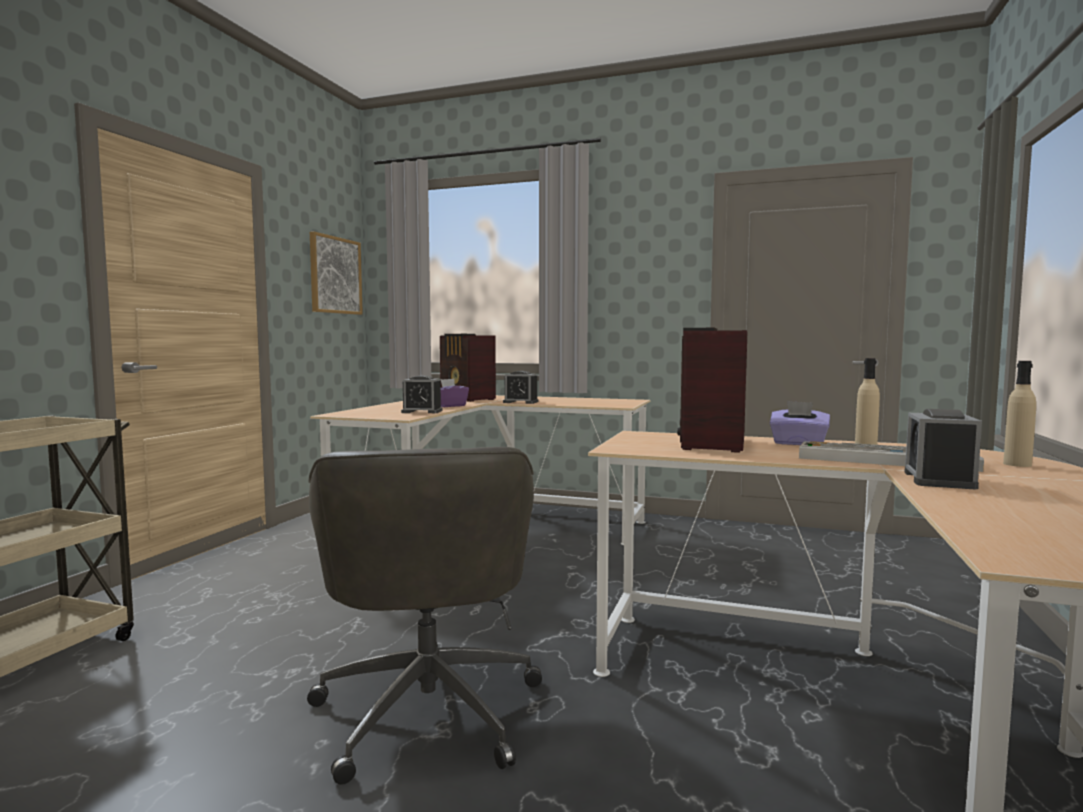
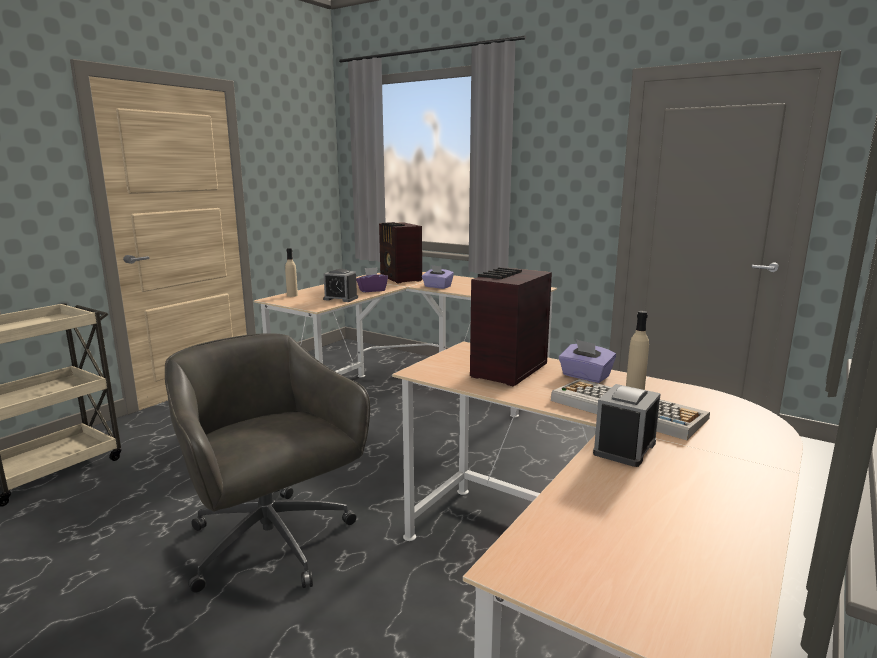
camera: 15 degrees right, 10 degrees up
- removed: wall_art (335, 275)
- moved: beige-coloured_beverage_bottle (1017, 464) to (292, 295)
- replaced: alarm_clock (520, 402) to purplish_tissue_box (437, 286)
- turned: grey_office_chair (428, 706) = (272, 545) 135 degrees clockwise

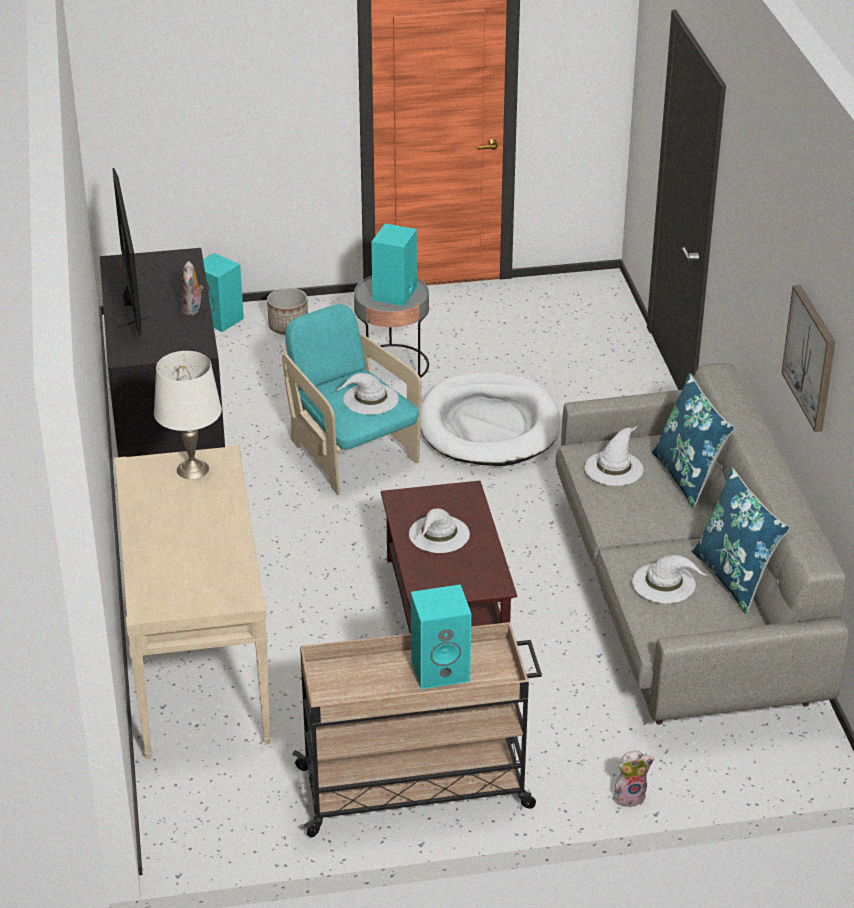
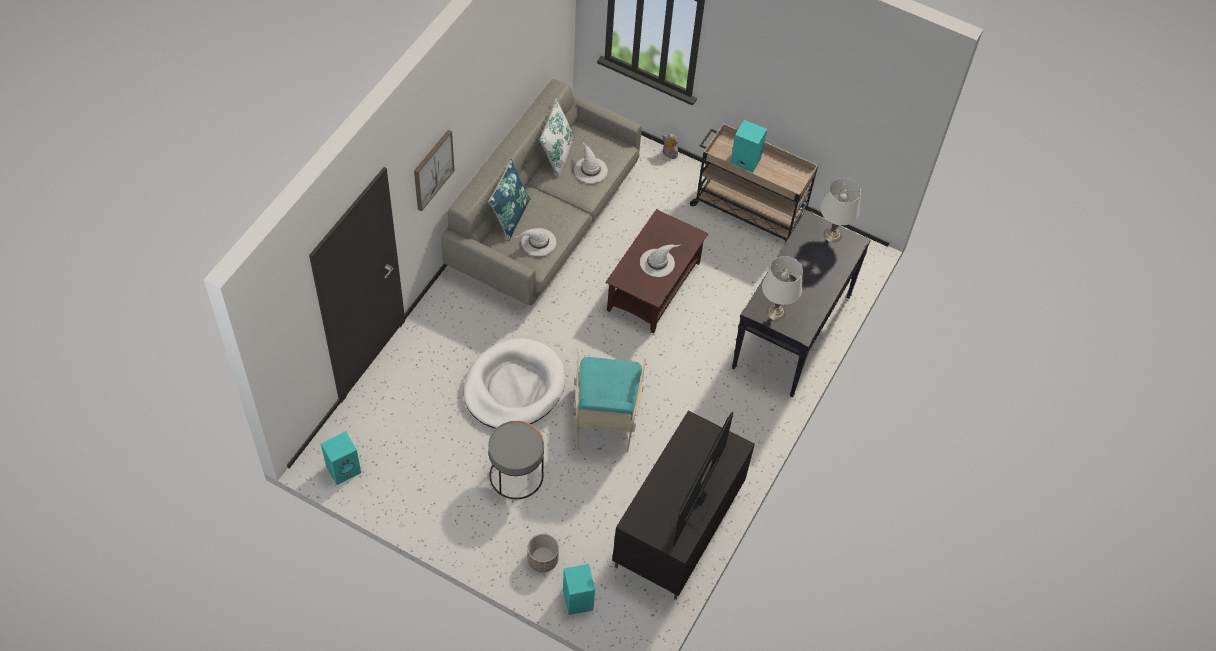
camera: 145 degrees left, 20 degrees up
- removed: plush_toy (193, 309)
- removed: whitish_clothing_hat (370, 399)
- added: whitish_tabletop_lamp (832, 235)
- moved: blue-green_audio_speaker (395, 294) to (344, 469)
- moved: wall_art (811, 357) to (432, 169)
- recoloured: beige-coloured_narrow_table (197, 663) to black_narrow_table (792, 332)
- recoloured: bluish_pillow (734, 577) to whitish_pillow (556, 155)

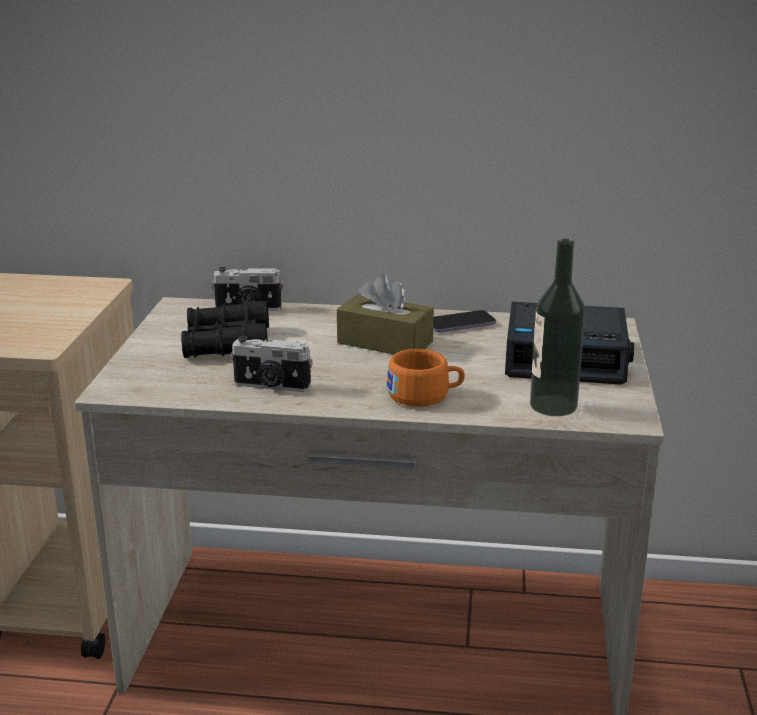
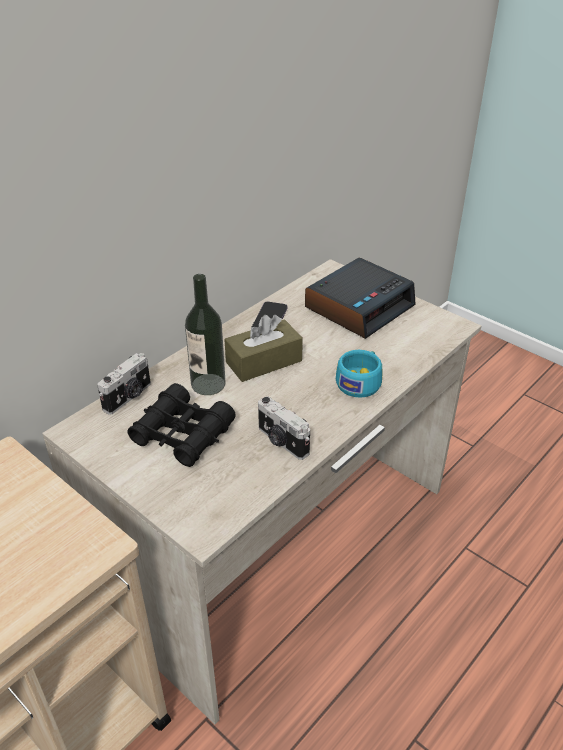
camera: 55 degrees left, 15 degrees up
- moved: beverage_bottle (553, 405) to (208, 384)
- recoloured: orangey_drinking_cup (425, 396) to blue-green_drinking_cup (360, 382)
- turned: photo_camera (271, 386) = (281, 442) 90 degrees clockwise

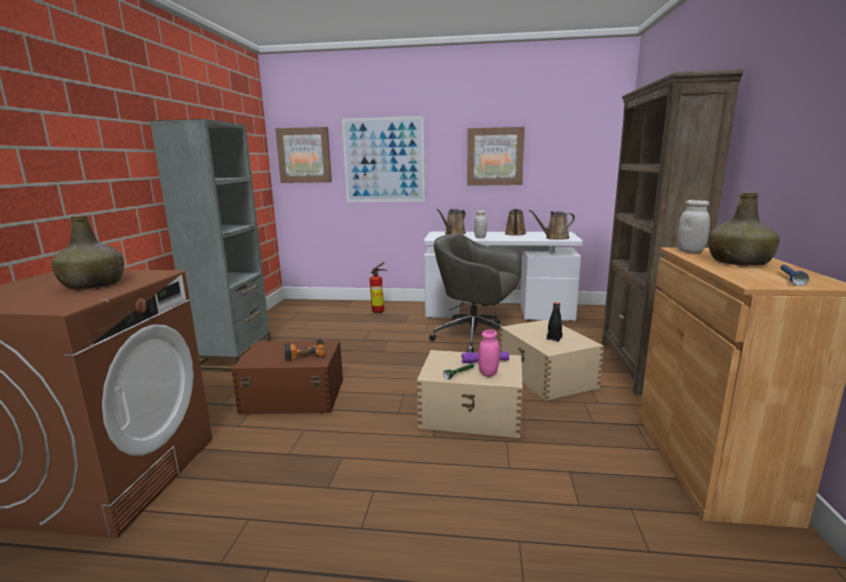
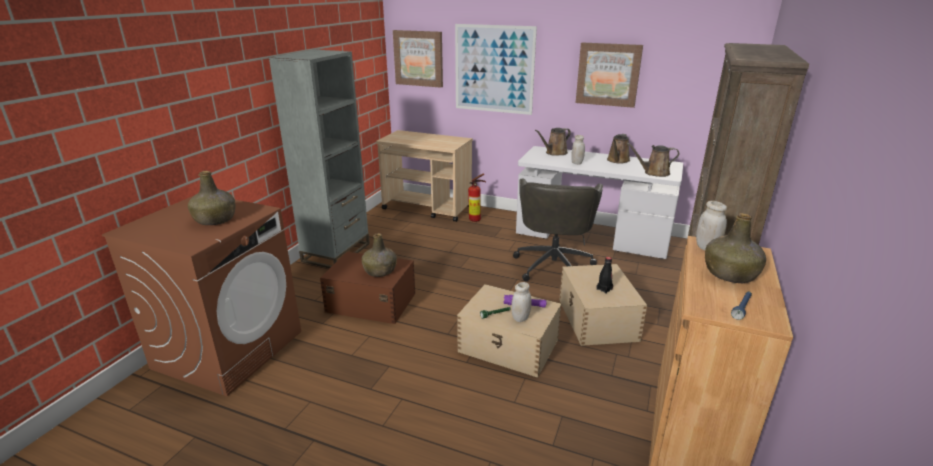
camera: 15 degrees right, 10 degrees up
- added: beige-coloured_cart (428, 208)
- replaced: drill (305, 353) to greenish_beverage_bottle (380, 271)
- recoloured: pinkish_jar (488, 373) to whitish_jar (520, 318)
- turned: grey_office_chair (476, 337) = (553, 265) 120 degrees counterclockwise

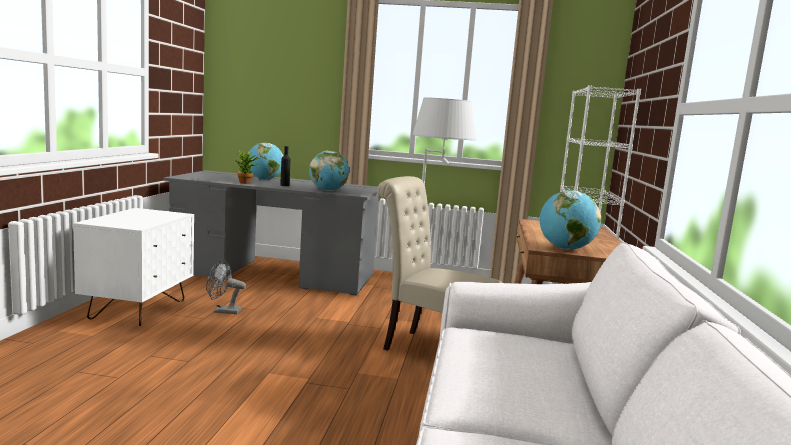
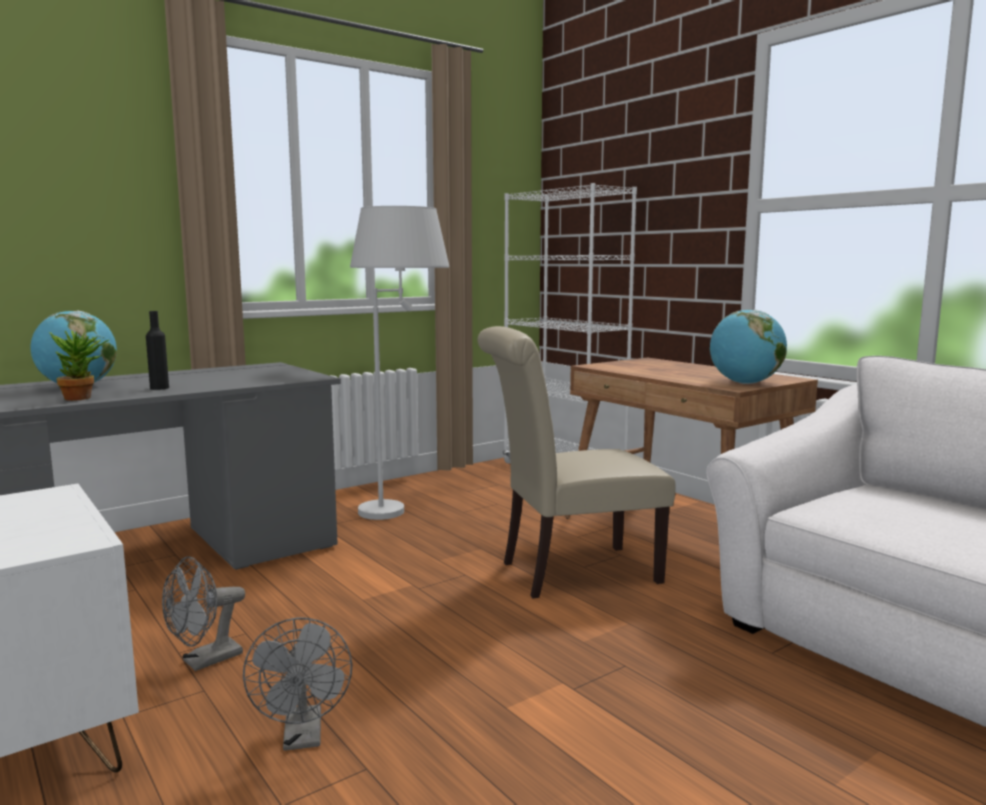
camera: 45 degrees left, 0 degrees up
- removed: globe (328, 190)
- added: grey_electric_fan (303, 738)

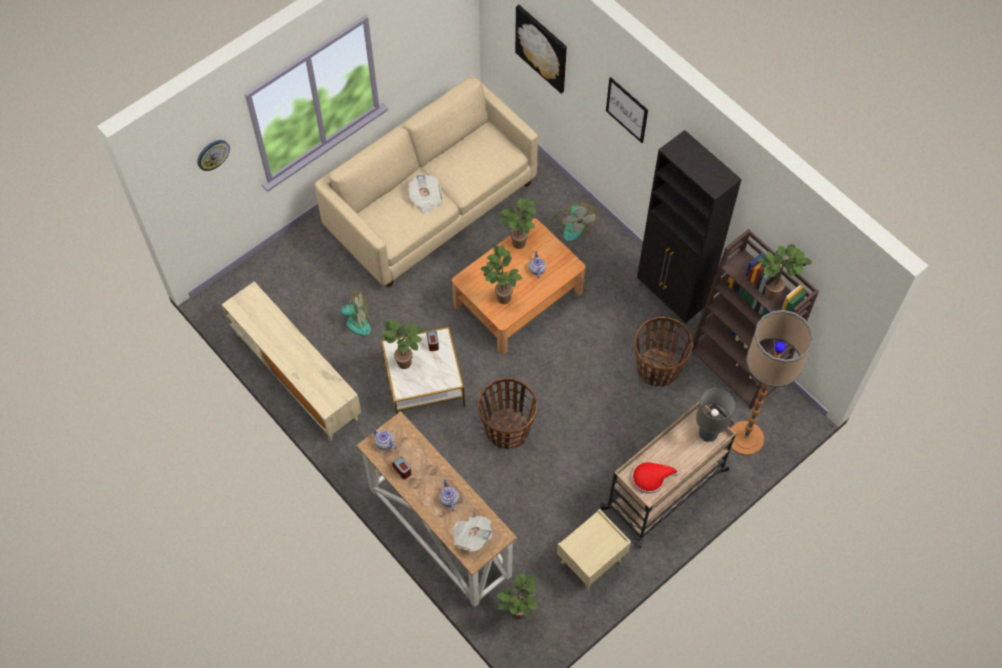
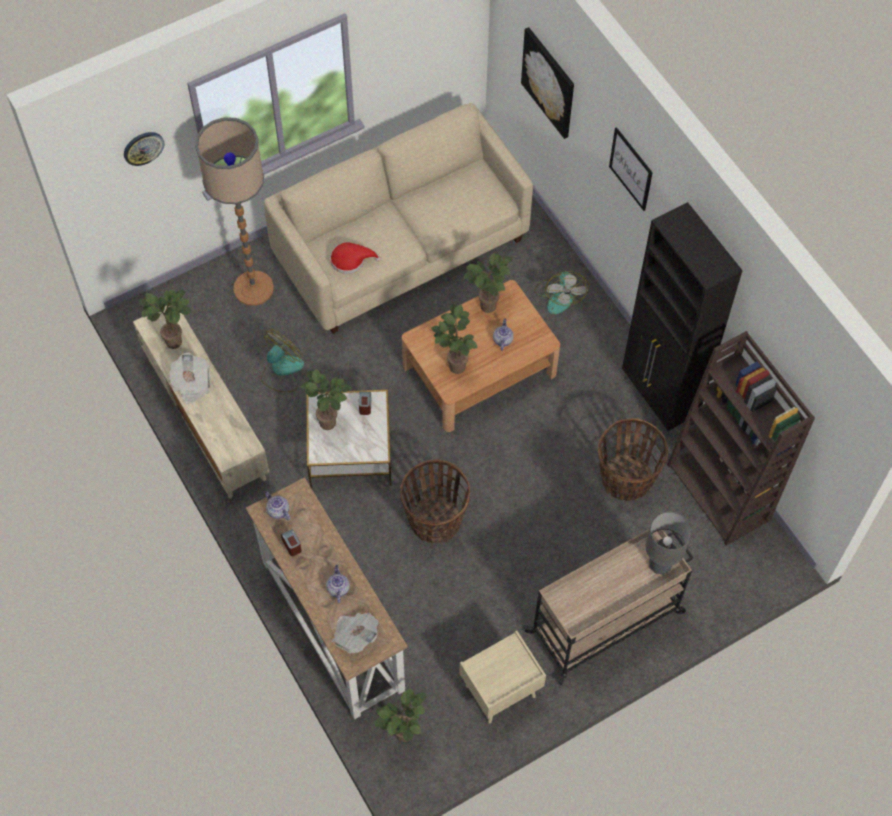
camera: 10 degrees right, 0 degrees up
- moved: newspaper (426, 199) to (191, 384)
- moved: red_clothing_hat (651, 478) to (351, 260)
- moved: standing_lamp (745, 438) to (253, 288)
- moved: houseplant (773, 292) to (176, 340)
- turned: electric_fan (352, 325) = (281, 370) 60 degrees counterclockwise

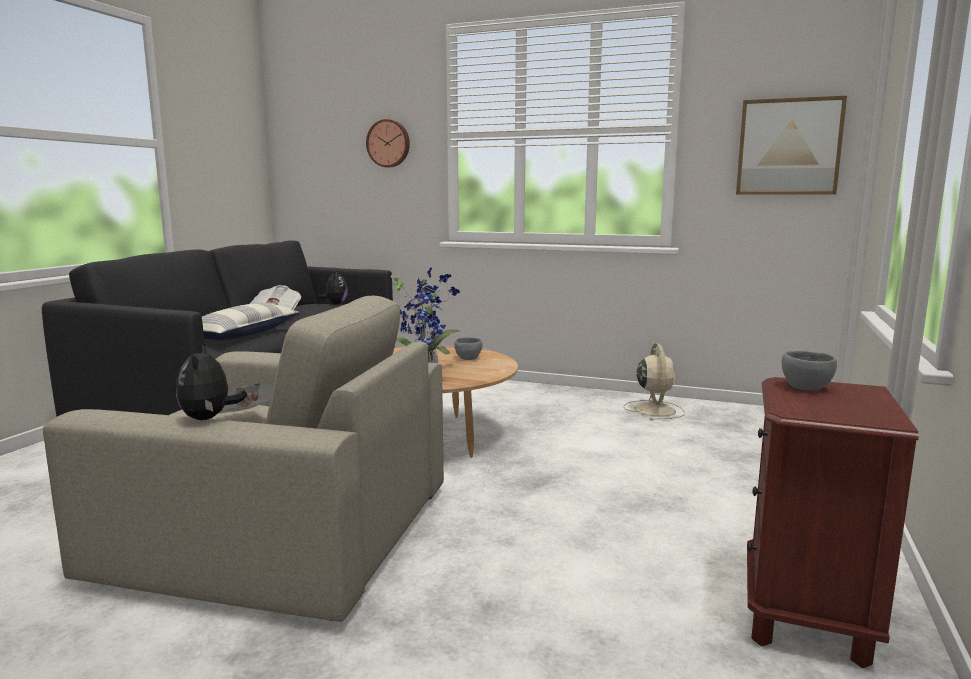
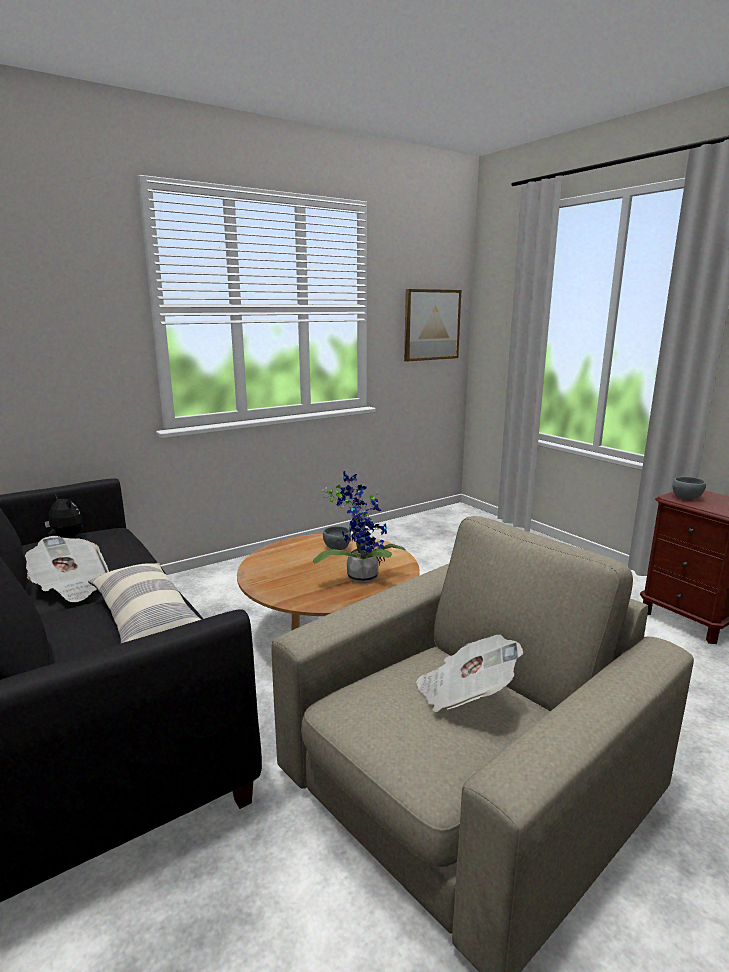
camera: 55 degrees left, 5 degrees up
- removed: plush_toy (209, 418)
- removed: hanging_clock (389, 143)
- removed: beige-coloured_electric_fan (654, 409)

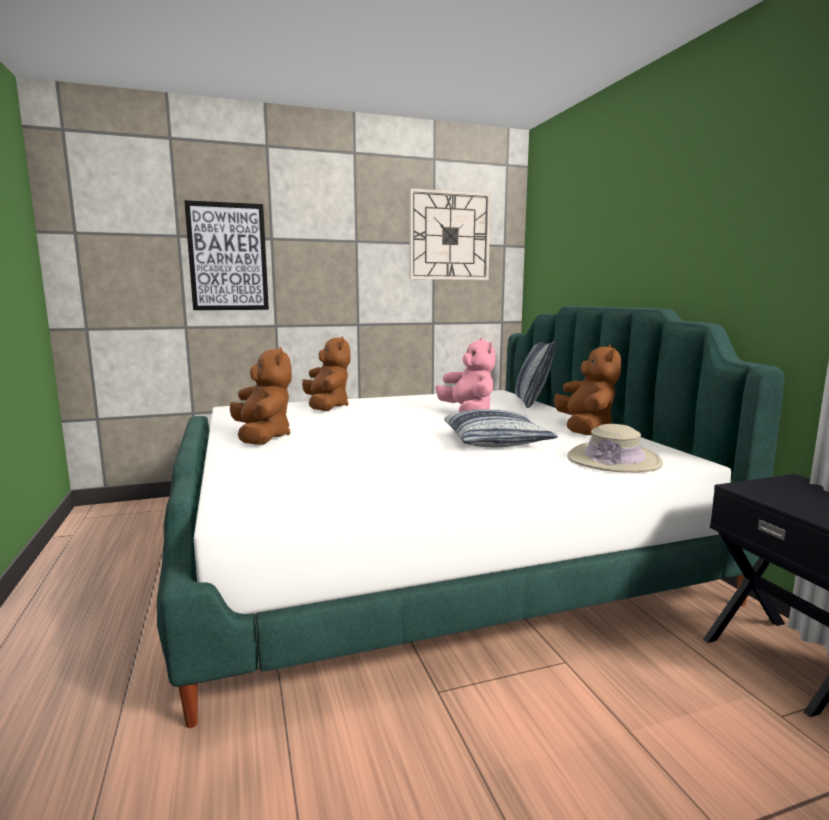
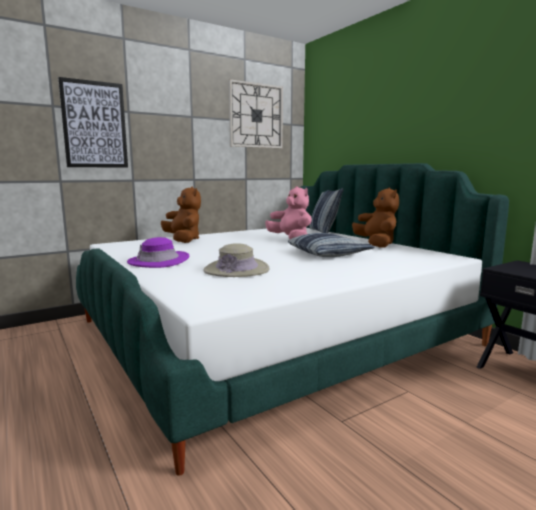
camera: 15 degrees left, 0 degrees up
- moved: beige-coloured_clothing_hat (613, 460) to (236, 269)
- replaced: brown_plush_toy (262, 437) to purplish_clothing_hat (159, 261)

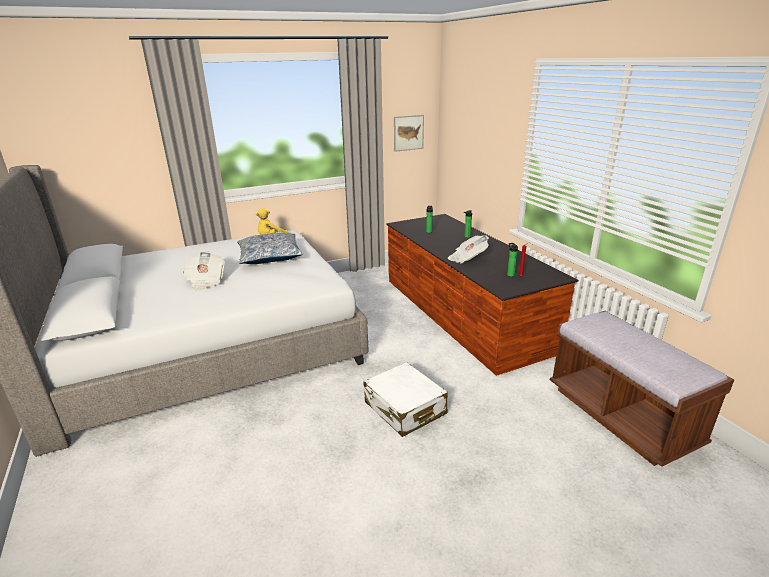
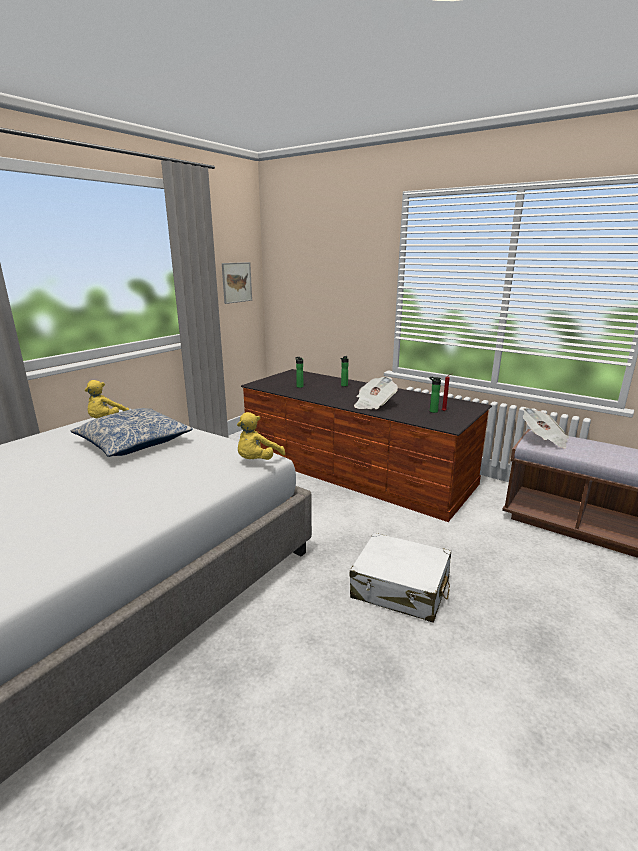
camera: 30 degrees left, 5 degrees down
- added: yellow-coloured_plush_toy (257, 461)
- moved: newspaper (205, 281) to (544, 439)

